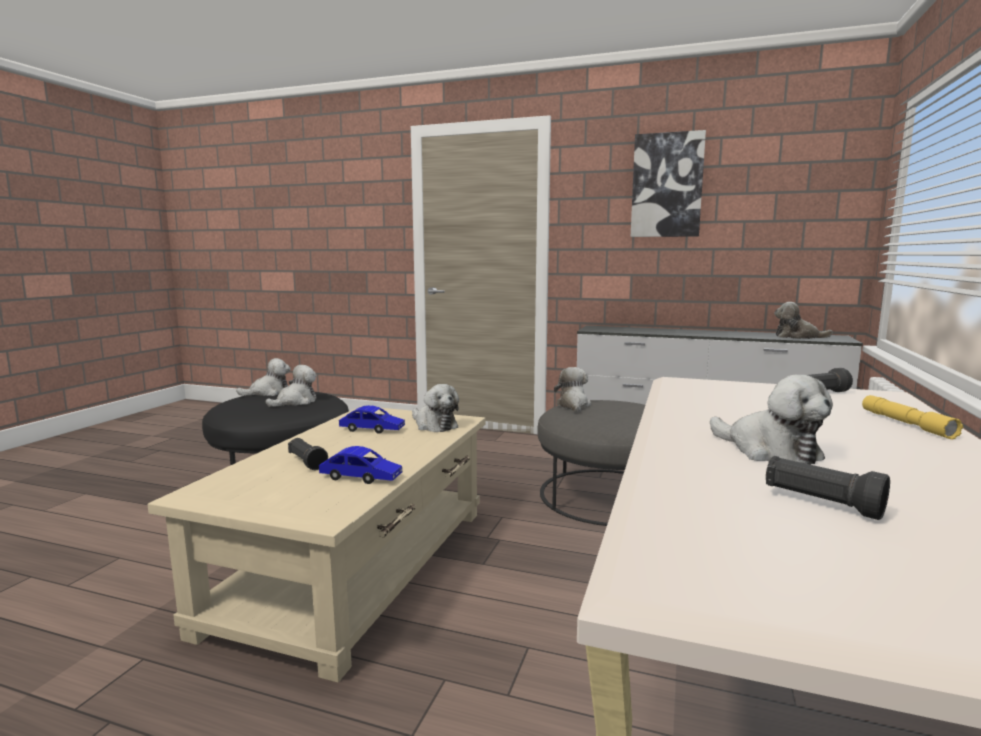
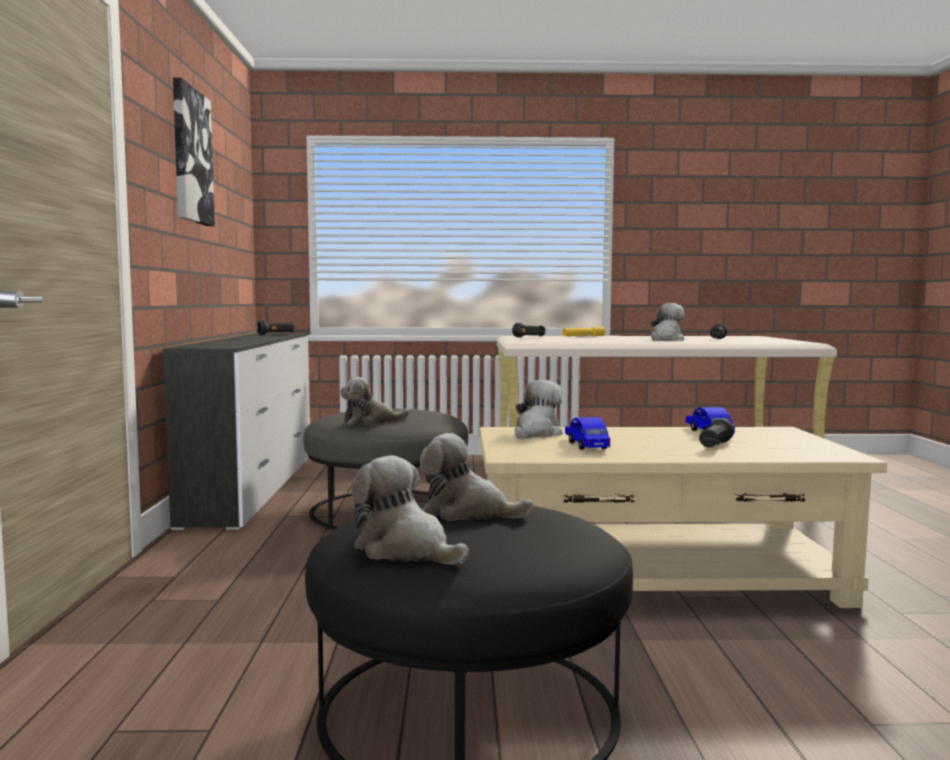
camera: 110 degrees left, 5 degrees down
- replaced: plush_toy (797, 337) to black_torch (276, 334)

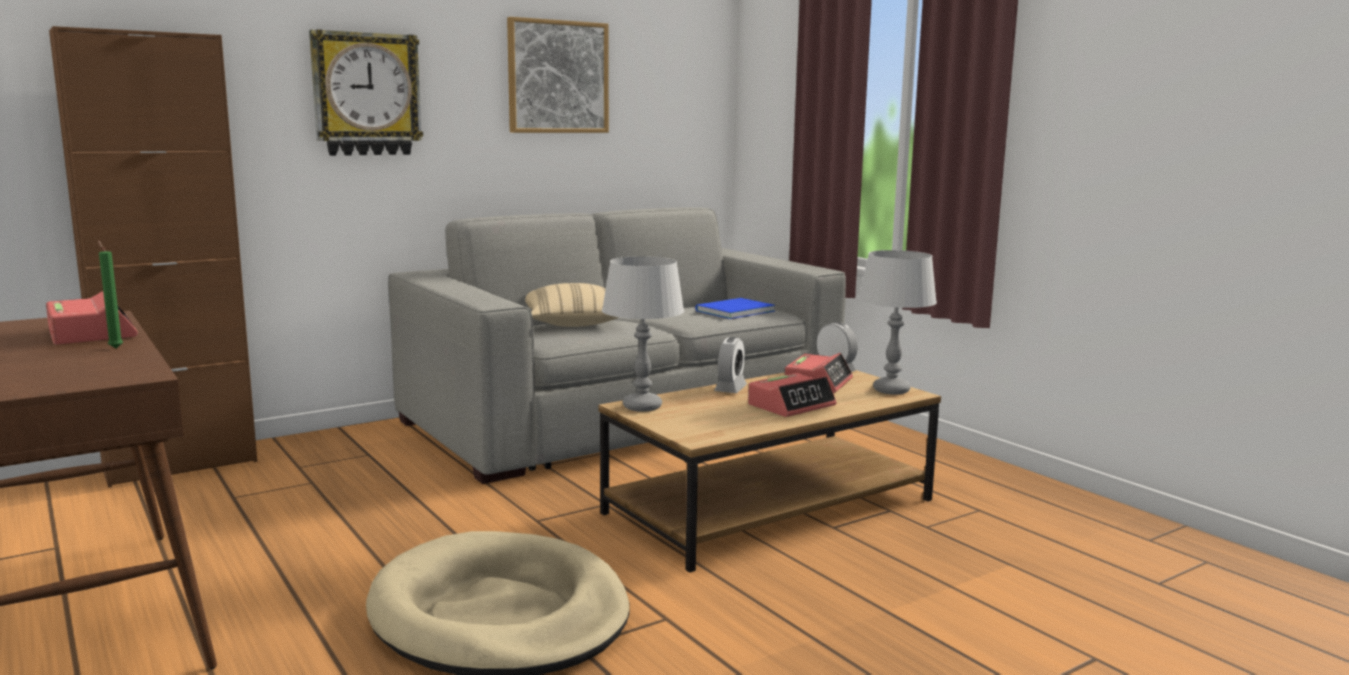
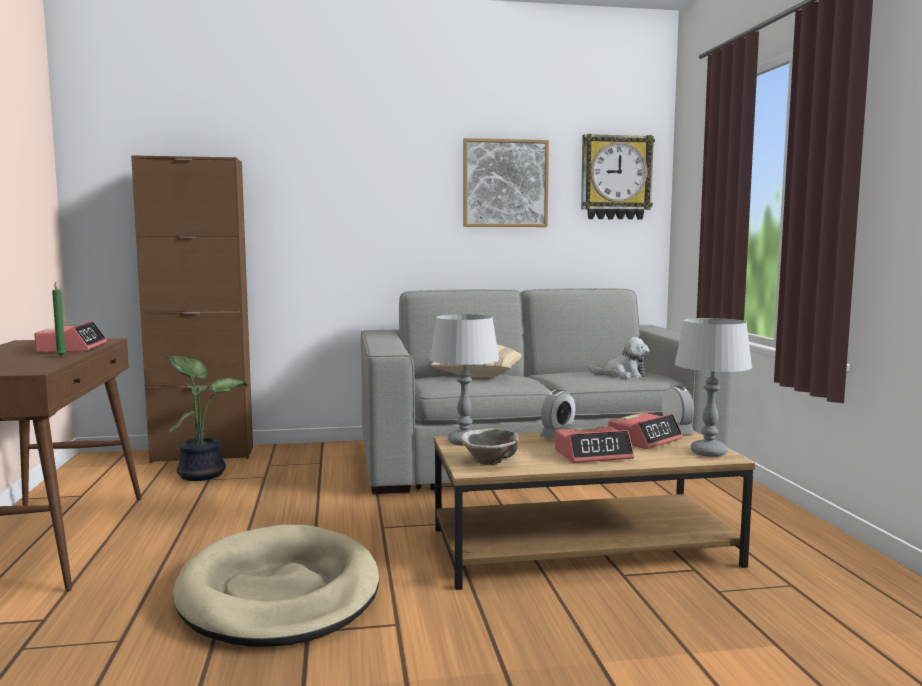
camera: 25 degrees right, 5 degrees down
- added: houseplant (202, 474)
- added: bowl (490, 461)
- moved: hanging_clock (366, 94) to (615, 178)
- replaced: bluish_volume (732, 311) to plush_toy (622, 375)

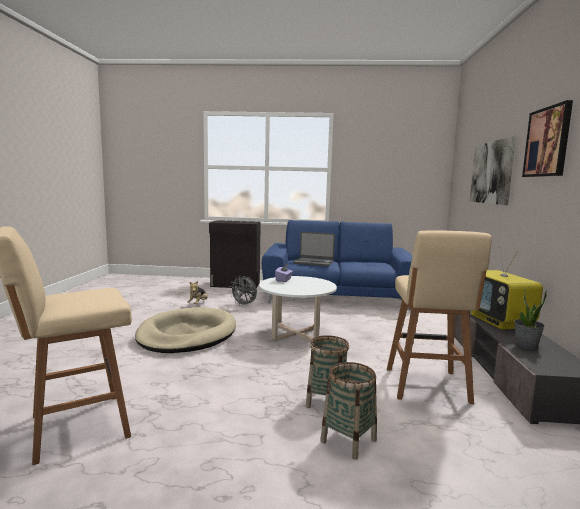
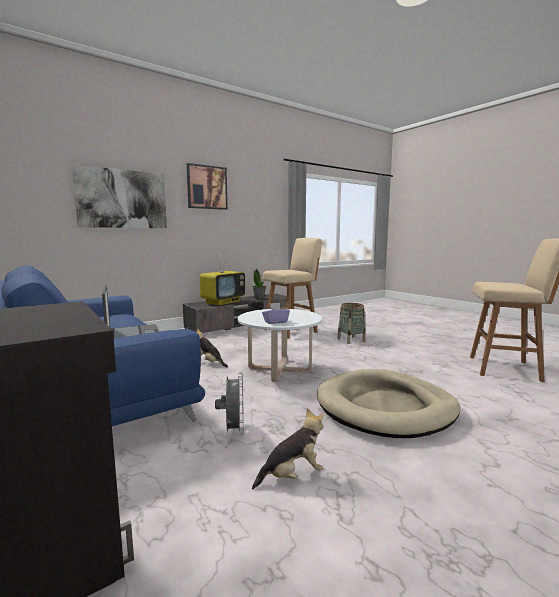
camera: 130 degrees left, 0 degrees up
- removed: basket (348, 440)
- added: plush_toy (209, 363)

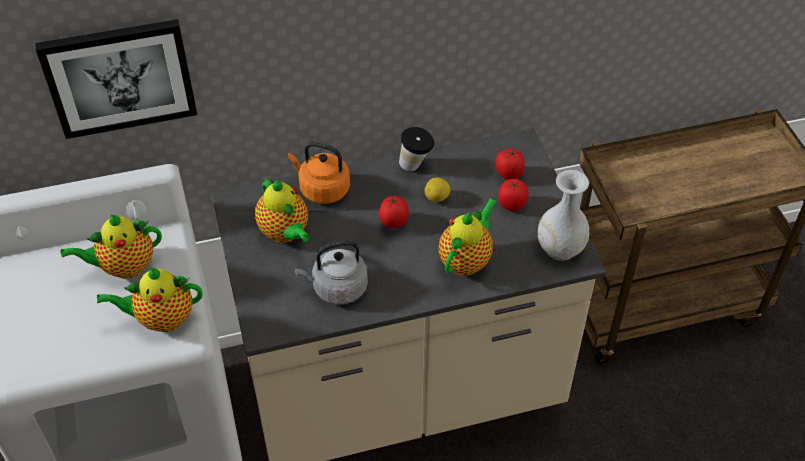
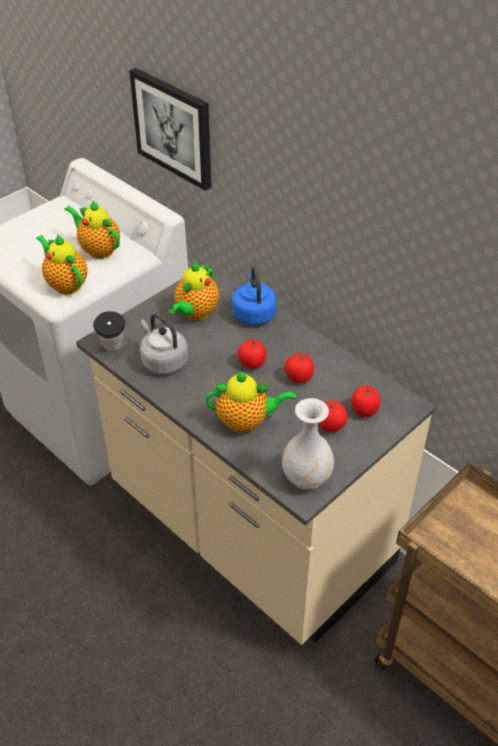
camera: 60 degrees right, 5 degrees down
- moved: drinking_cup (416, 166) to (113, 349)
- replaced: lemon (437, 198) to whole_tomato (298, 378)
- recoloured: orangey_tea_kettle (322, 189) to bluish_tea_kettle (253, 313)

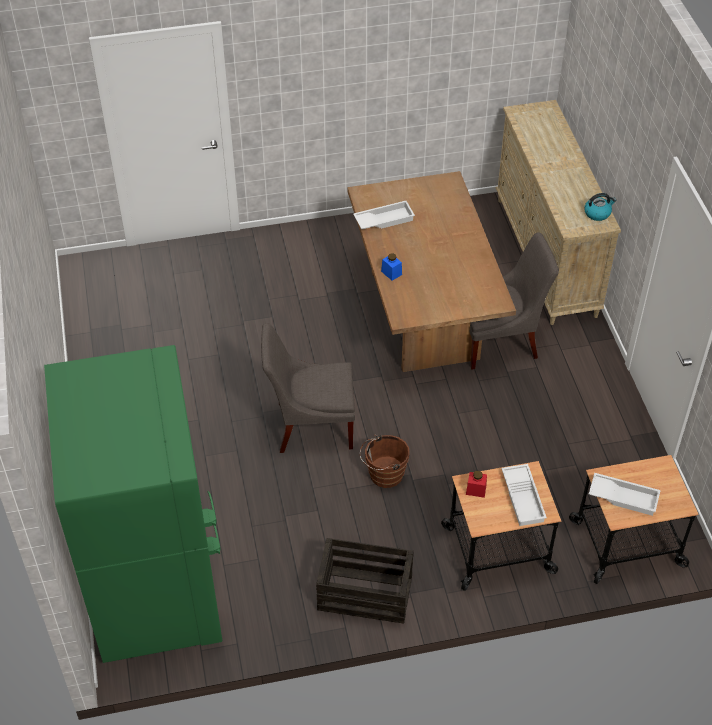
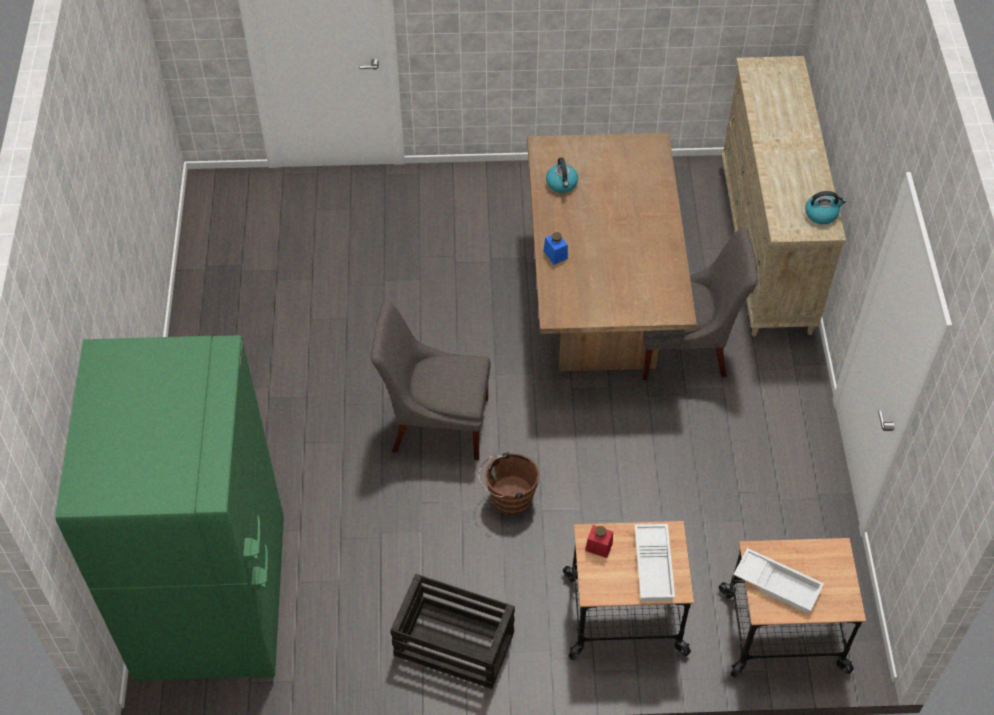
camera: 10 degrees right, 5 degrees up
- replaced: whitish_serving_tray (384, 219) to tea_kettle (562, 184)

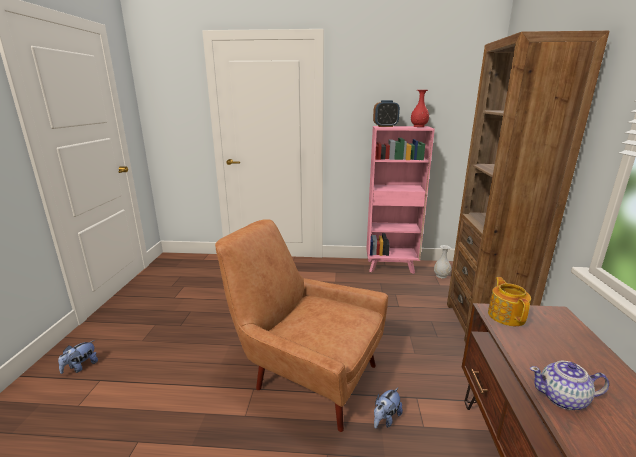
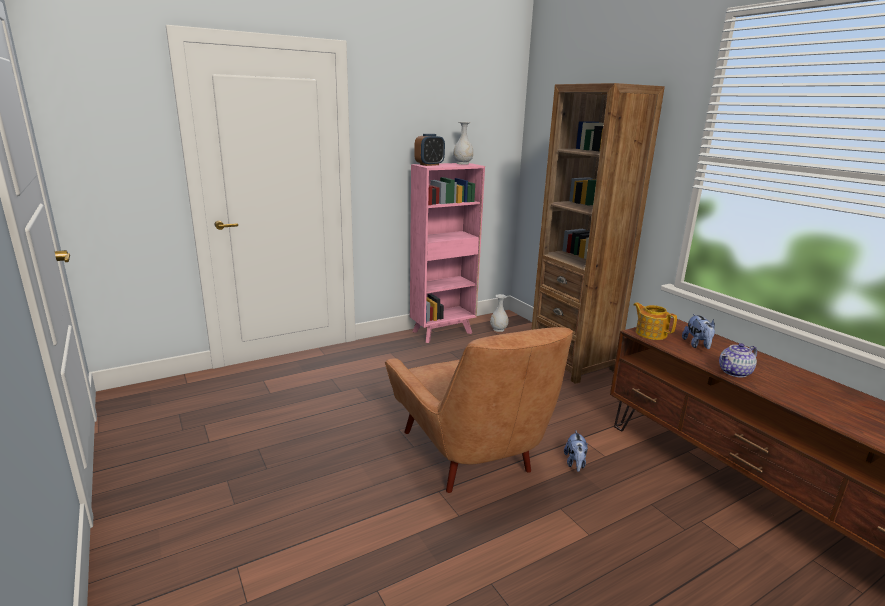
camera: 35 degrees left, 0 degrees up
- moved: plush_toy (81, 367) to (697, 345)
- recoloured: red_flower_vase (419, 126) to whitish_flower_vase (463, 163)
- turned: brown_easy_chair (305, 374) = (473, 458) 105 degrees counterclockwise

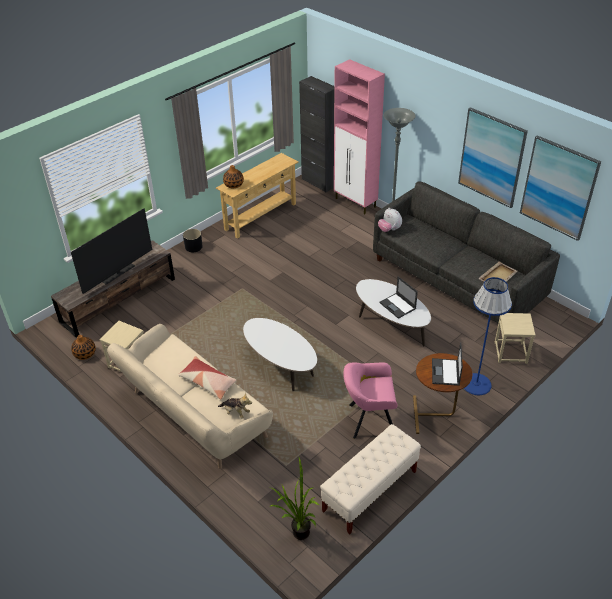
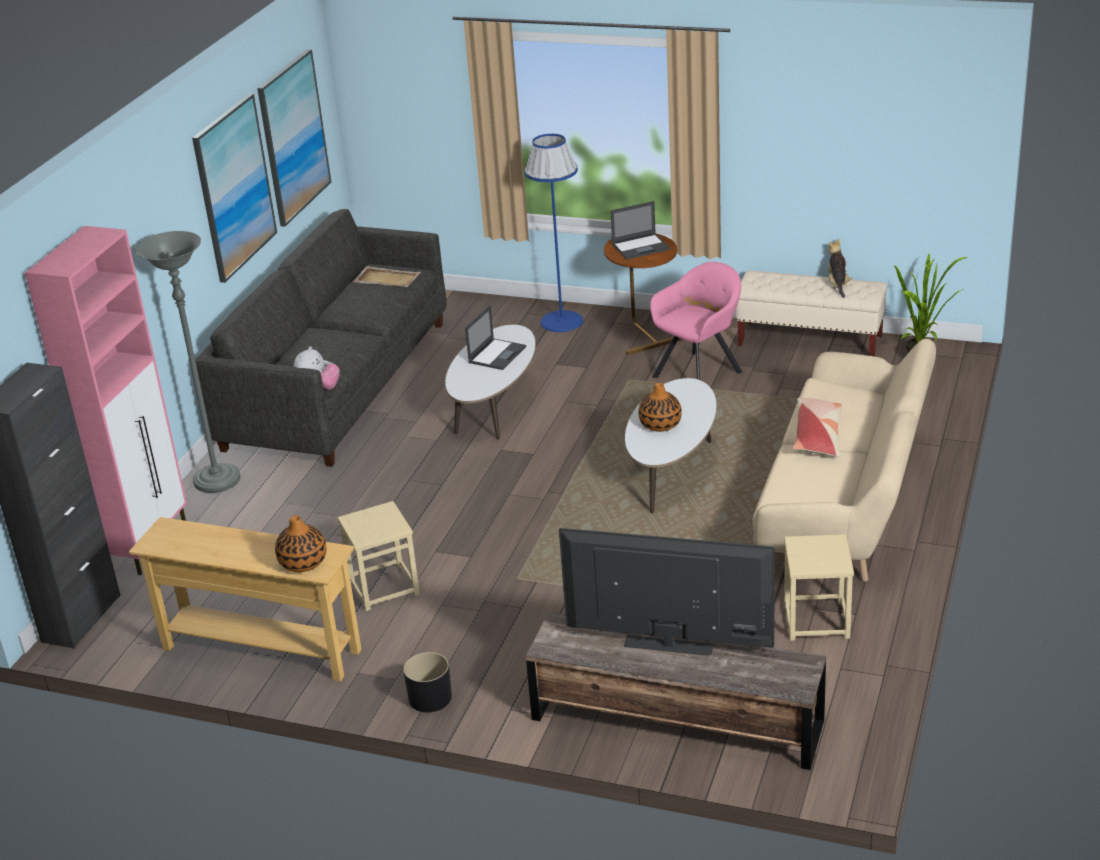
camera: 115 degrees left, 10 degrees down
- moved: flower_vase (85, 353) to (660, 424)
- moved: plush_toy (236, 412) to (838, 284)
- moved: beige-coloured_sitting_stool (511, 352) to (384, 587)
- turned: pinkish_easy_chair (369, 420) = (700, 372) 105 degrees counterclockwise

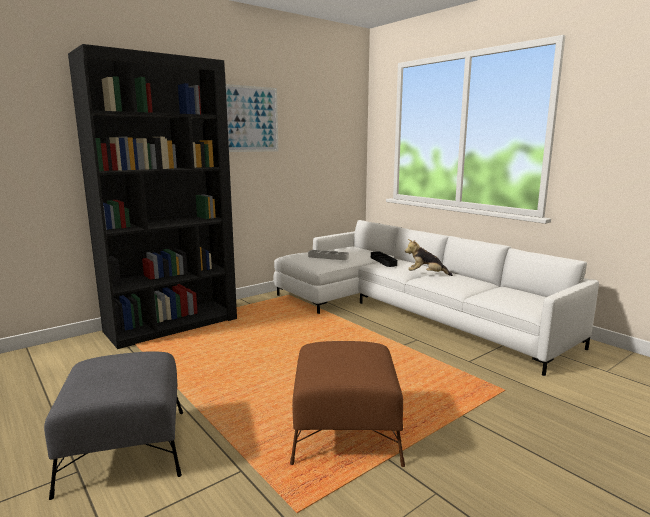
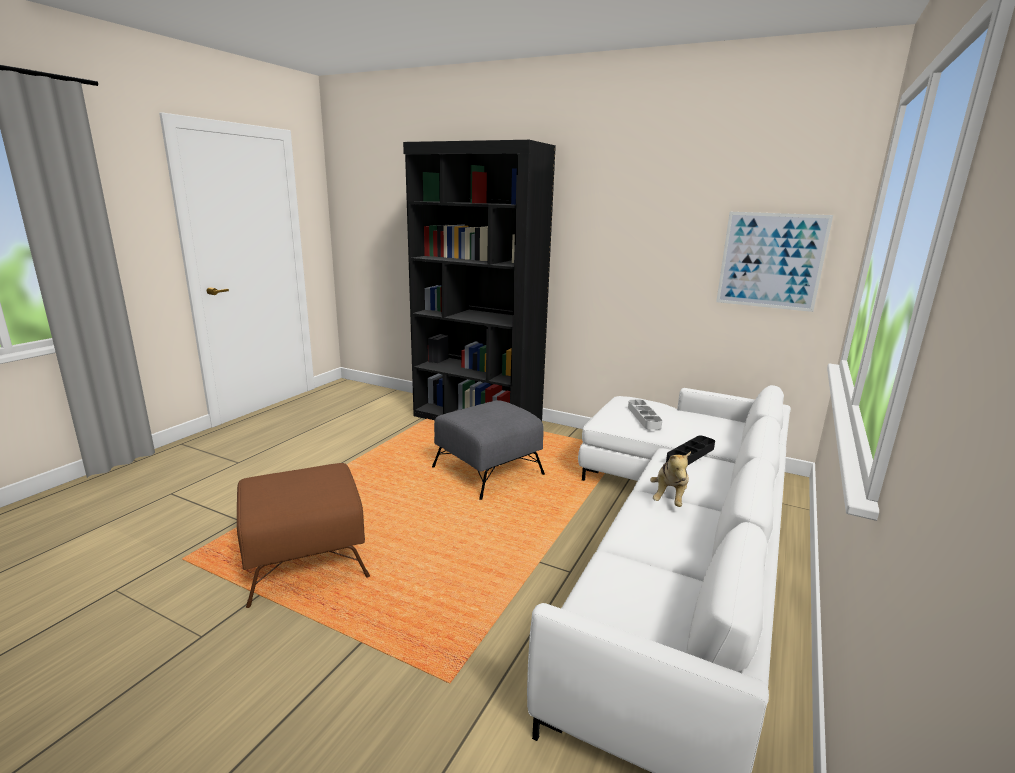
camera: 65 degrees right, 5 degrees up
- moved: grey_footrest (126, 449) to (488, 471)
- moved: wall_art (250, 119) to (771, 261)
- turned: plush_toy (426, 274) = (669, 498) 150 degrees counterclockwise

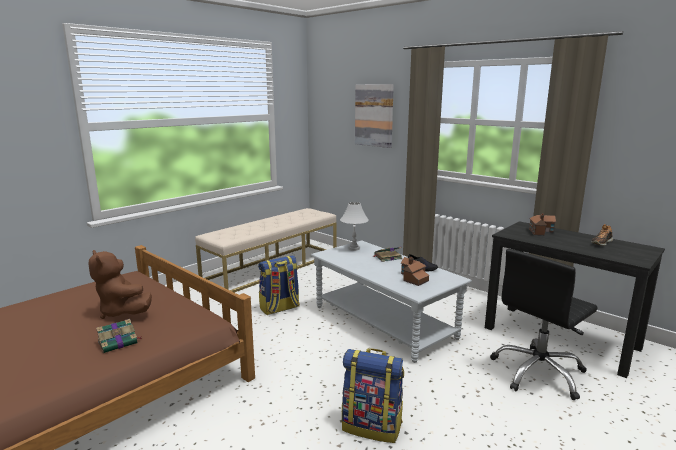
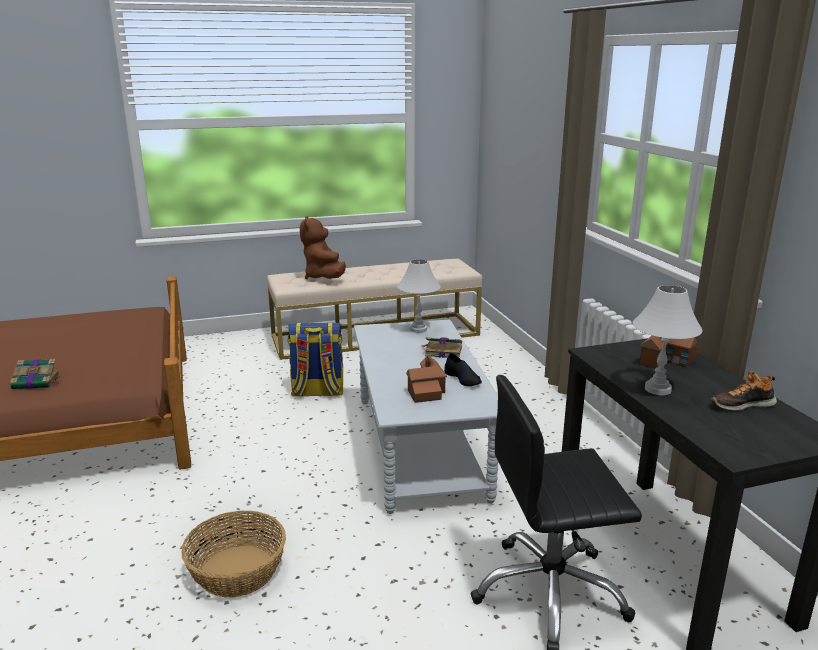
camera: 30 degrees right, 5 degrees up
- removed: wall_art (374, 115)
- added: whitish_tabletop_lamp (658, 389)
- moved: brown_plush_toy (123, 312) to (324, 277)
- replaced: backpack (372, 426) to basket (238, 570)

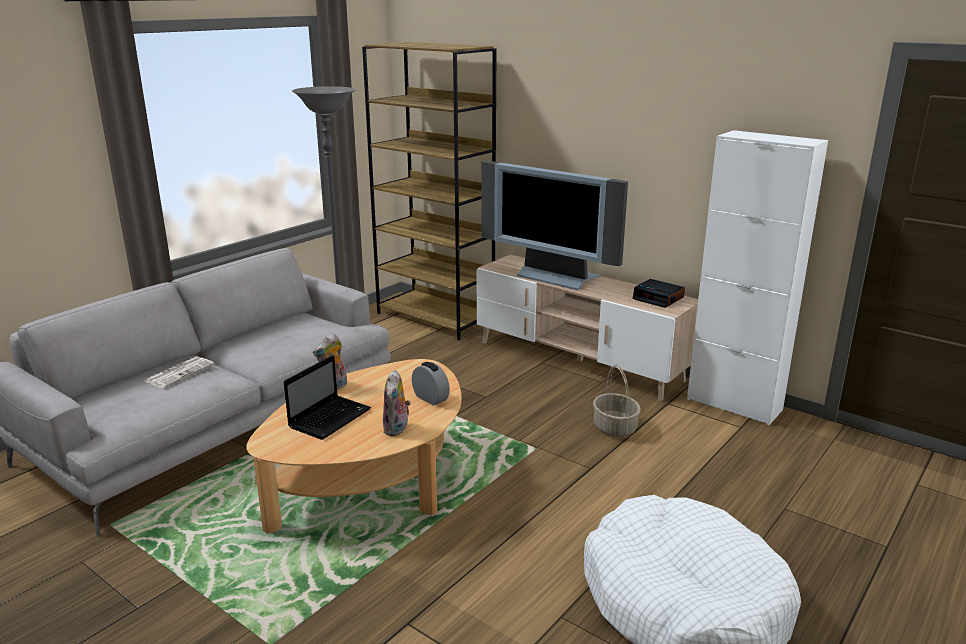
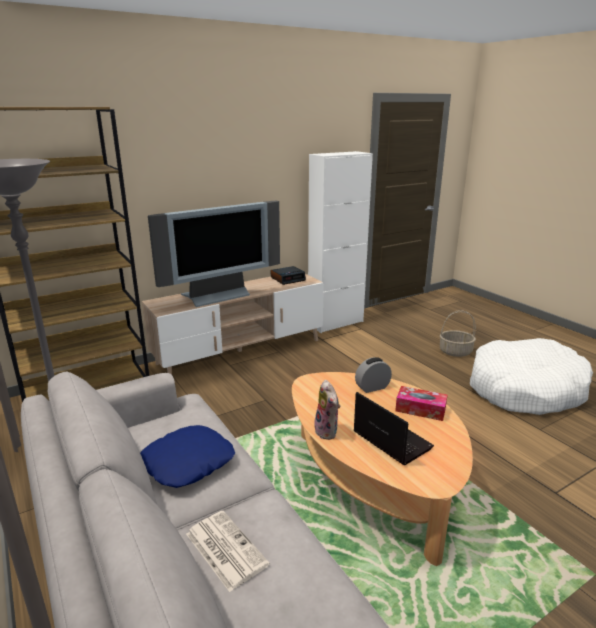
camera: 70 degrees left, 0 degrees up
- added: bluish_pillow (187, 462)
- moved: basket (615, 428) to (455, 351)
- replaced: plush_toy (397, 429) to tissue_box (420, 409)

